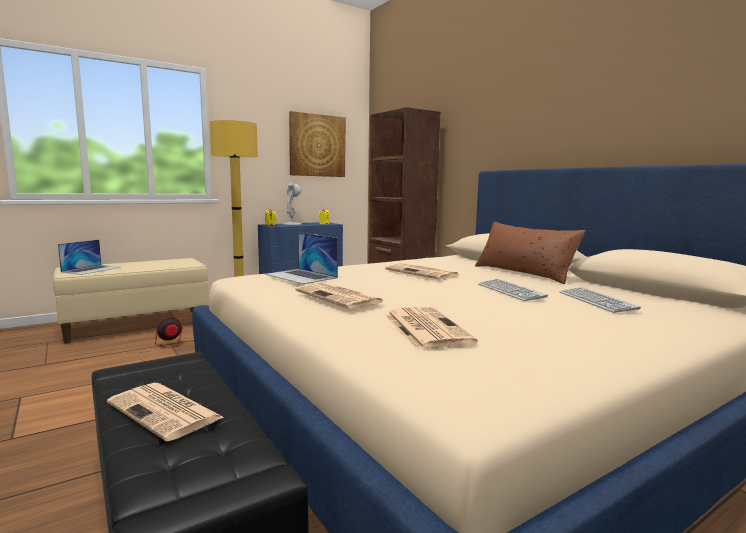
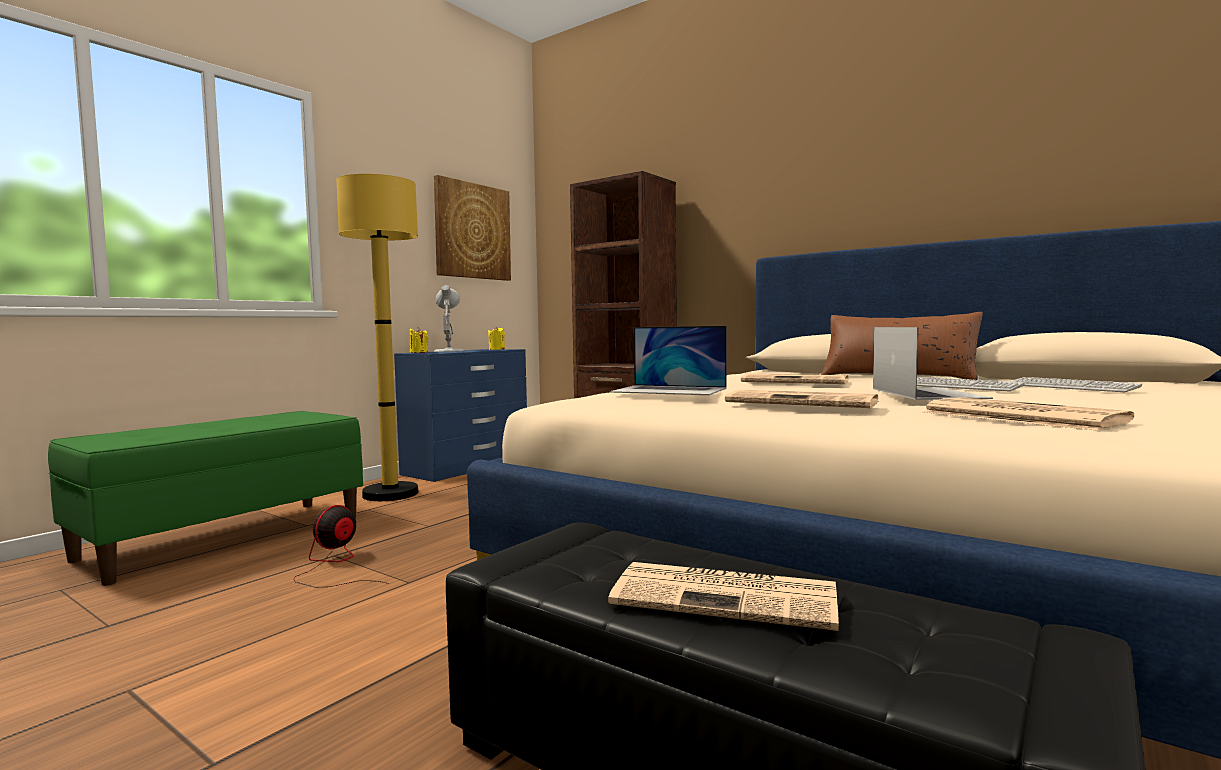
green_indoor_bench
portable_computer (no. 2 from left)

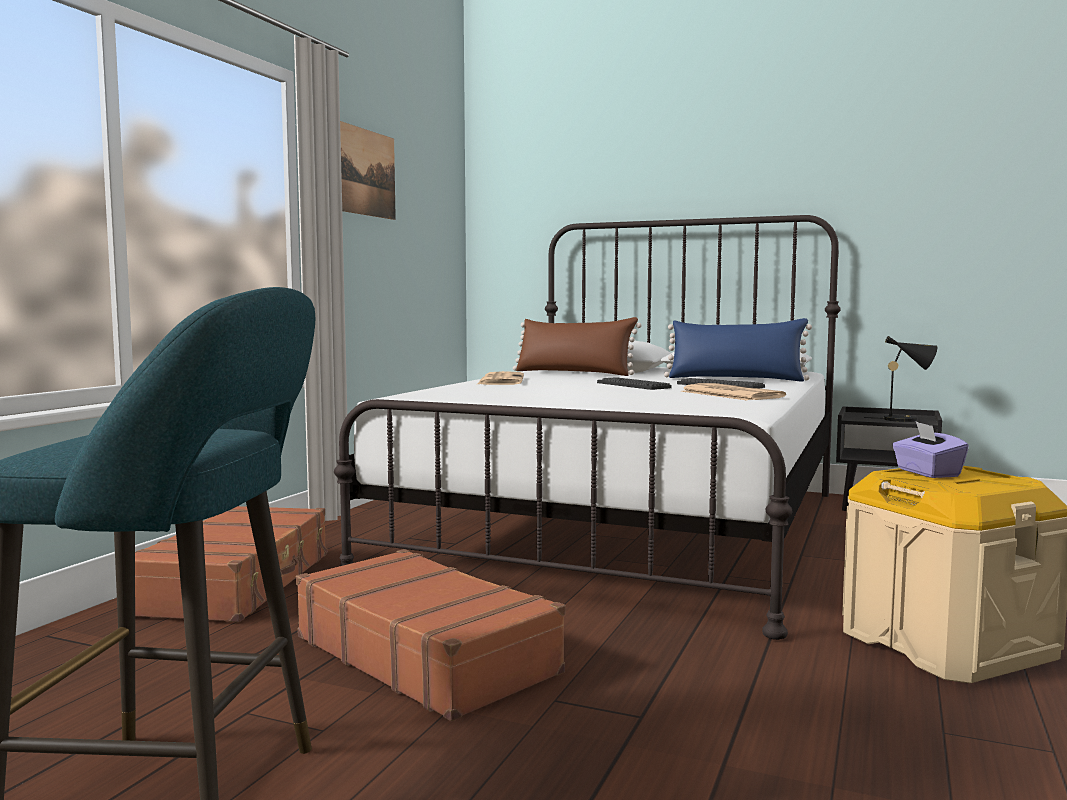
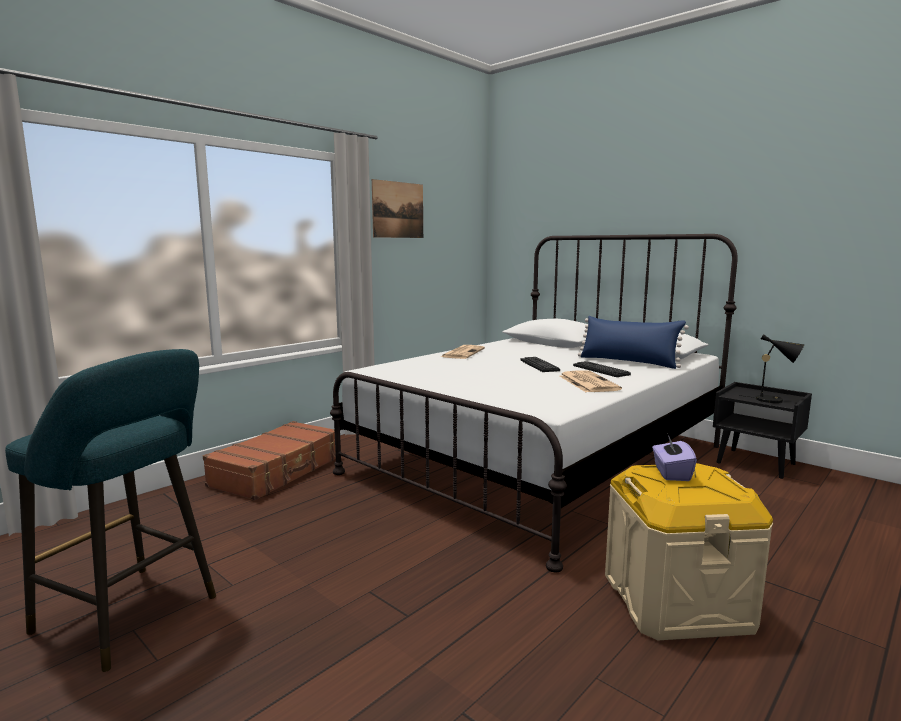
brown_travel_case (no. 2 from left in the first image)
brown_pillow

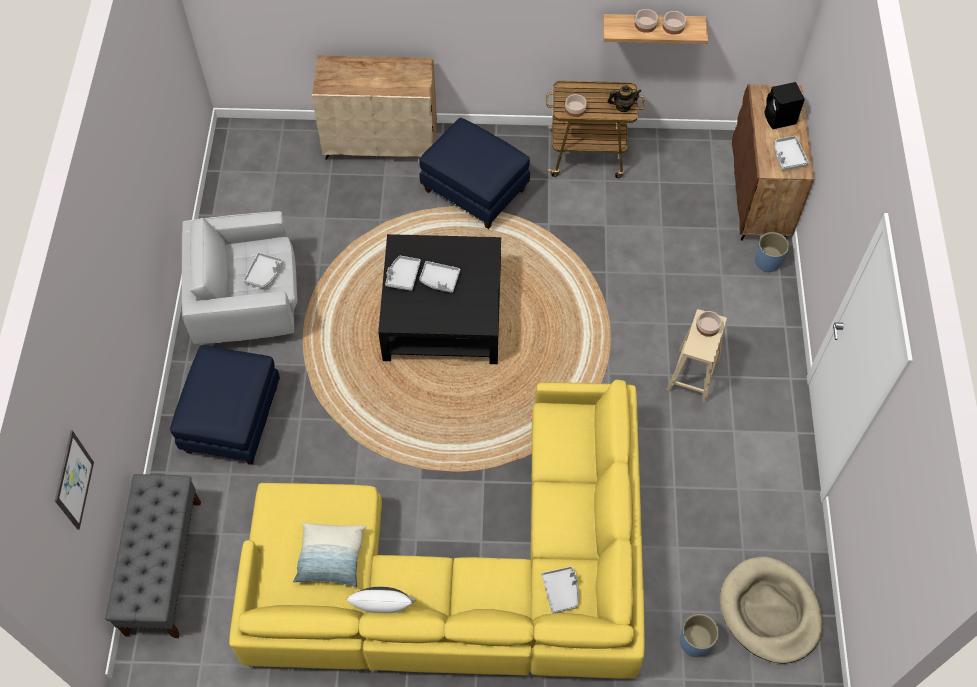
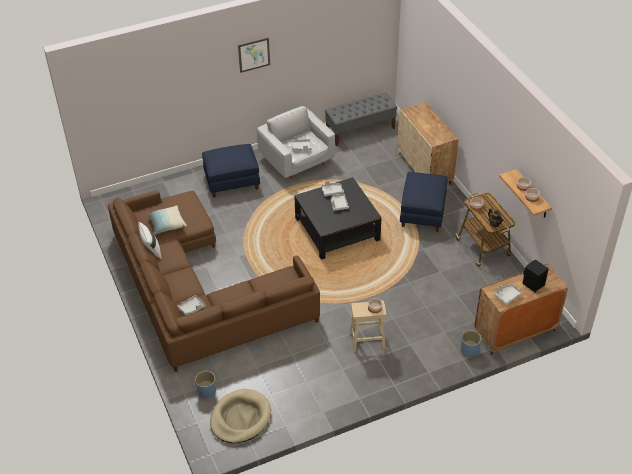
picture
gray_indoor_bench
brown_sofa

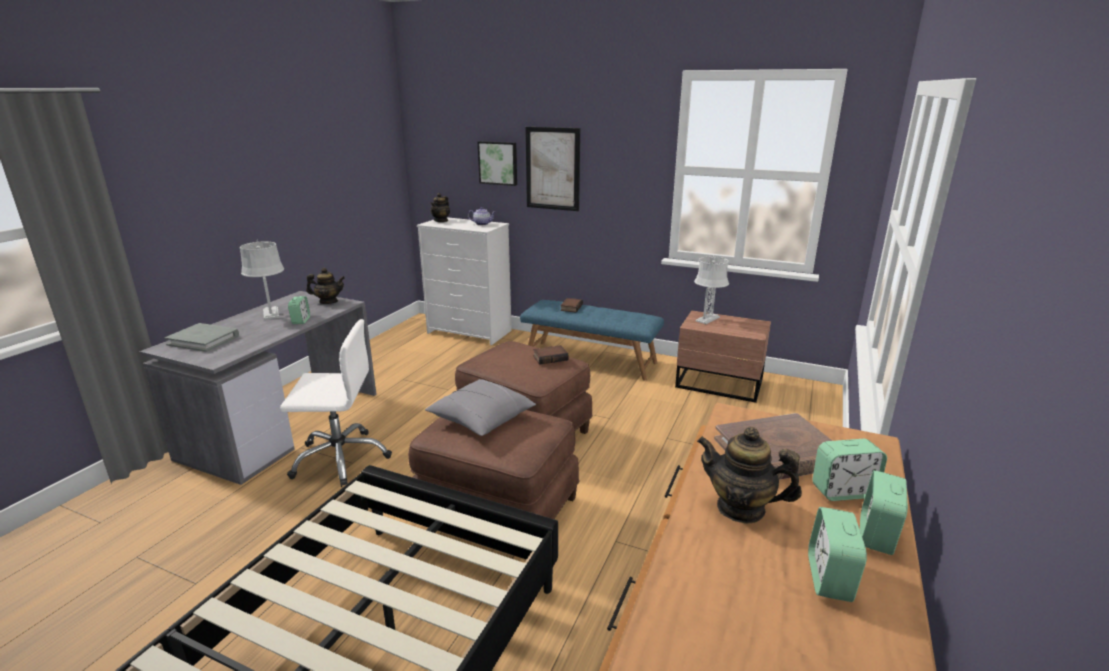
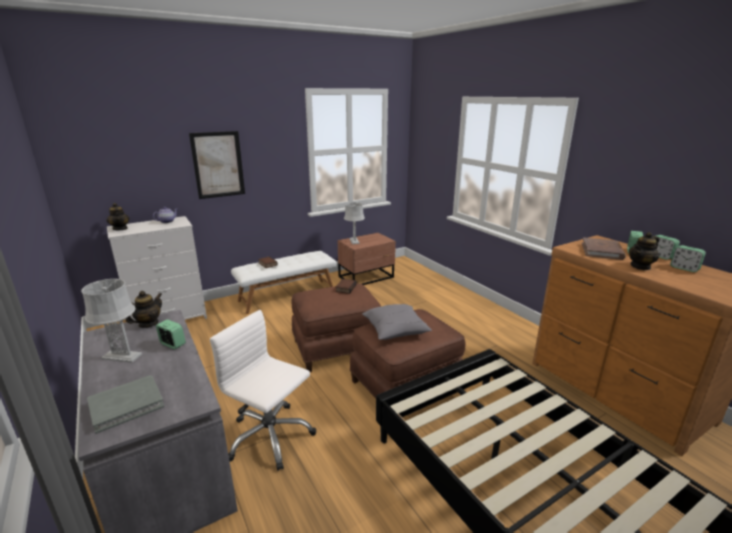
white-coloured_computer_chair
picture (no. 1 from left in the first image)
white-coloured_indoor_bench

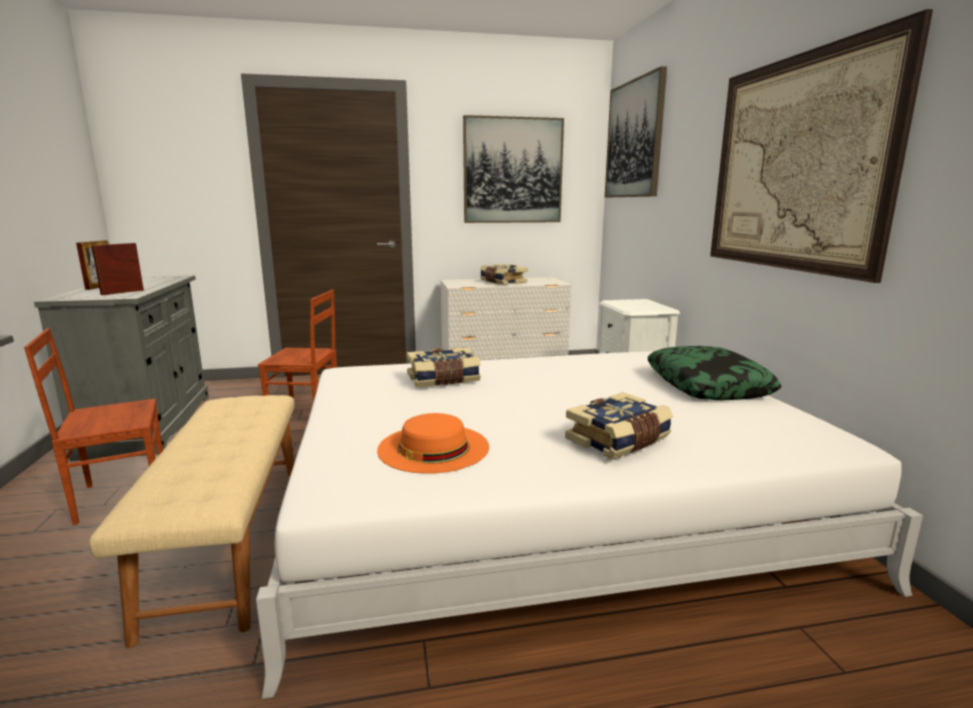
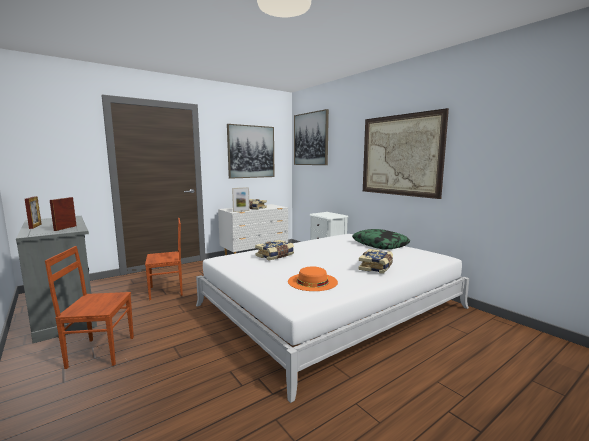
brown_plain_chair (no. 1 from left)
beige-coloured_indoor_bench
standing_frame (no. 3 from left)

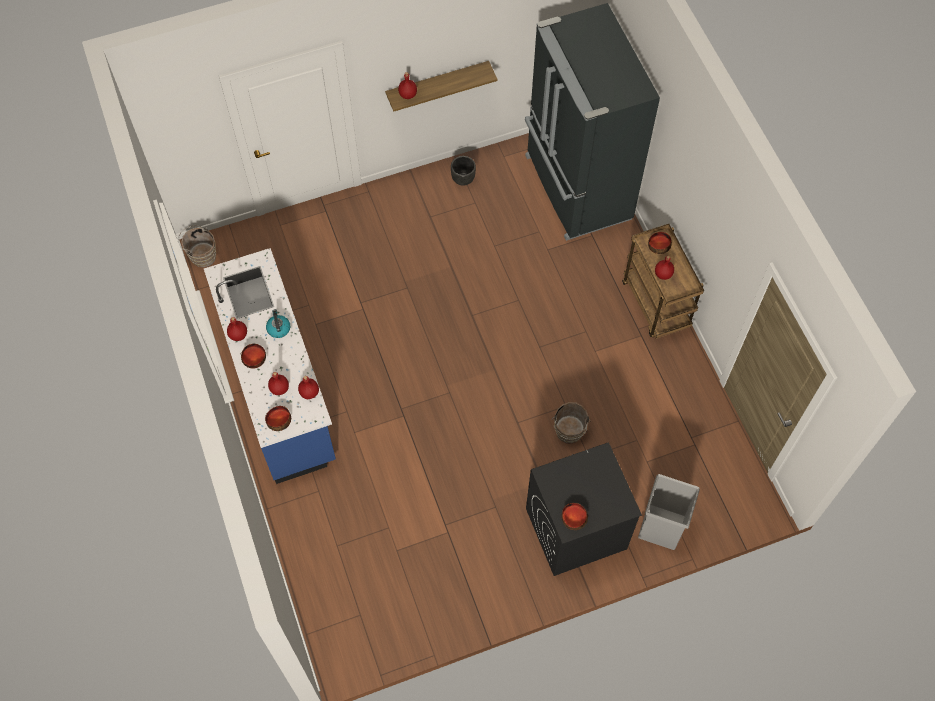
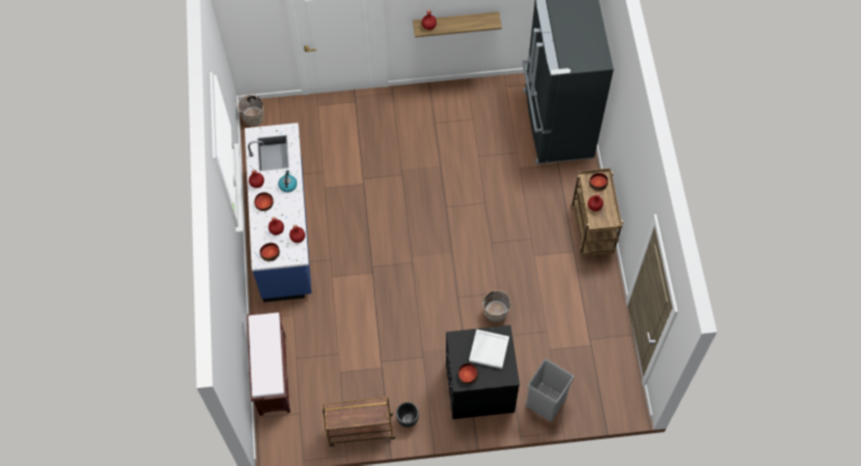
black_planter
brown_indoor_bench
brown_wheeled_cart (no. 1 from left)
white-coloured_serving_tray

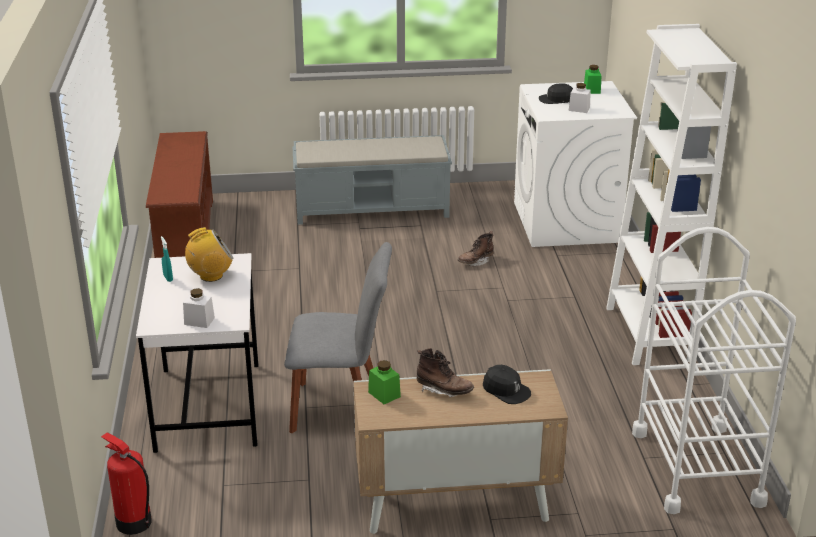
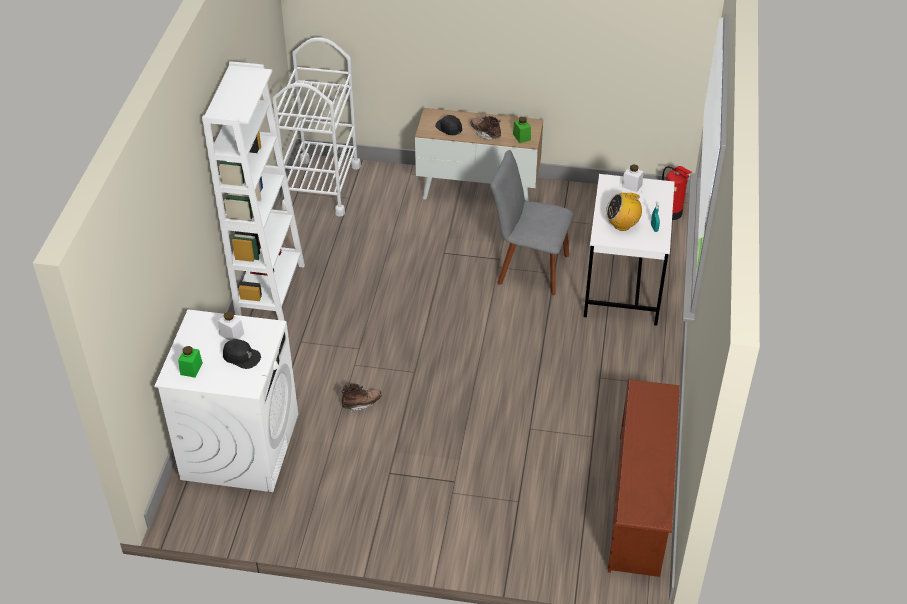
gray_indoor_bench

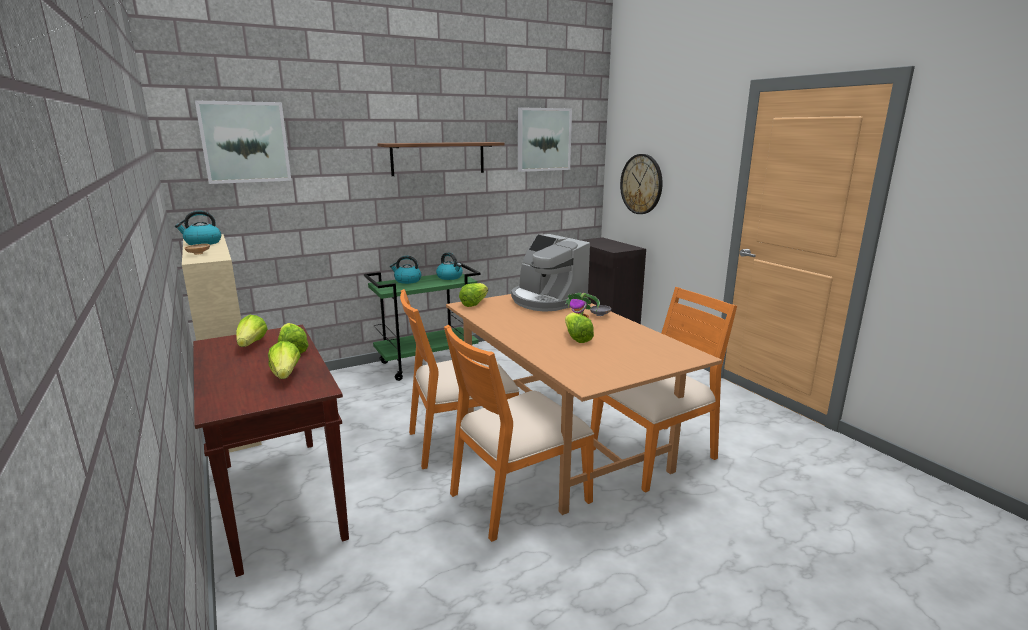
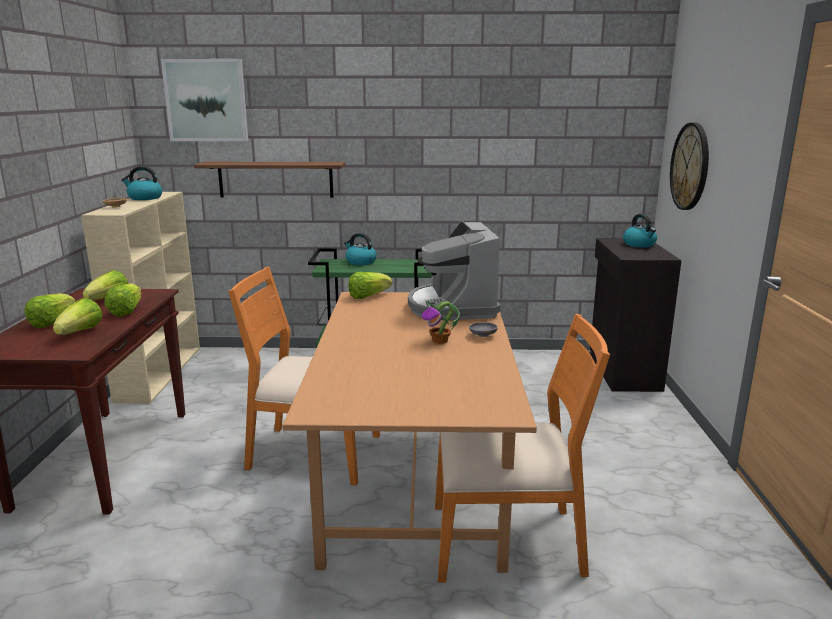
wall_shelf
kettle (no. 3 from left)
orange_plain_chair (no. 2 from left in the first image)
picture (no. 2 from left in the first image)
lettuce_head (no. 1 from left)

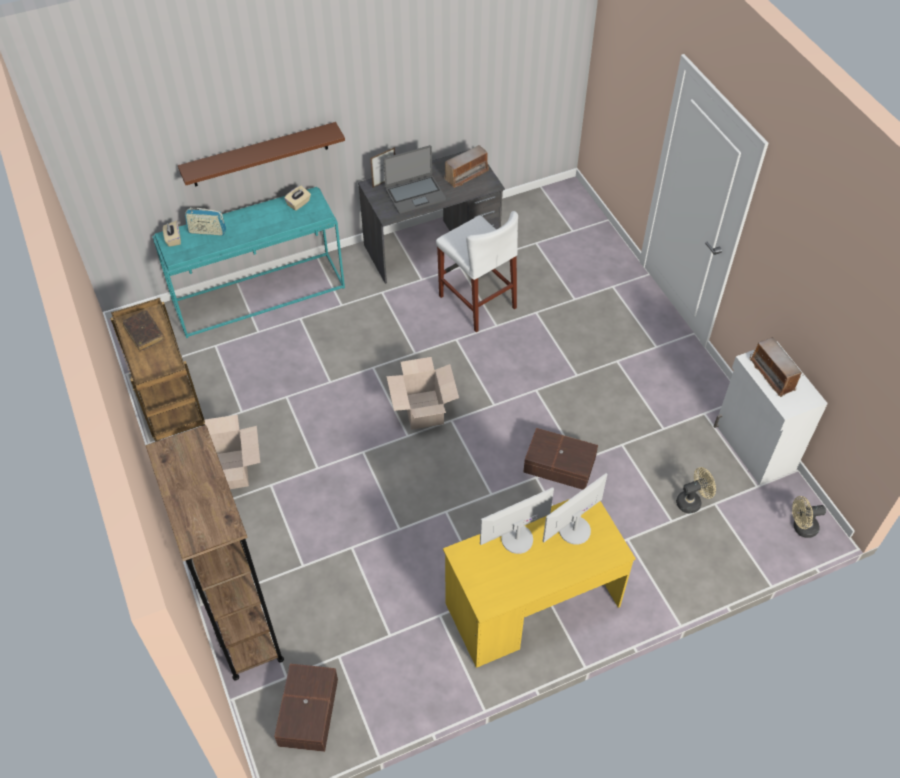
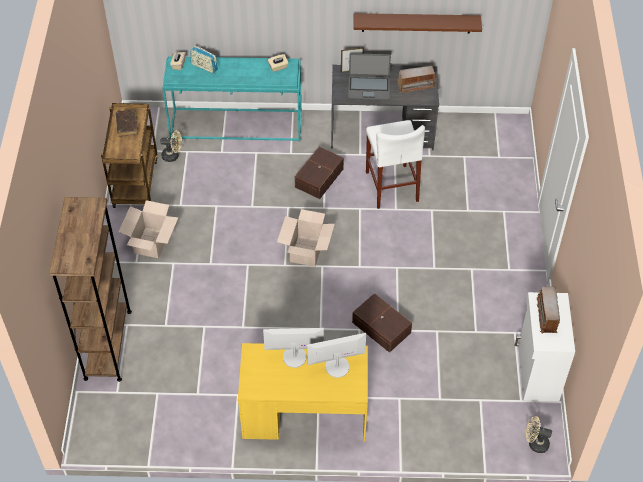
brown_wall_shelf
brown_storage_bin (no. 1 from left)
beige-coloured_electric_fan (no. 1 from left)

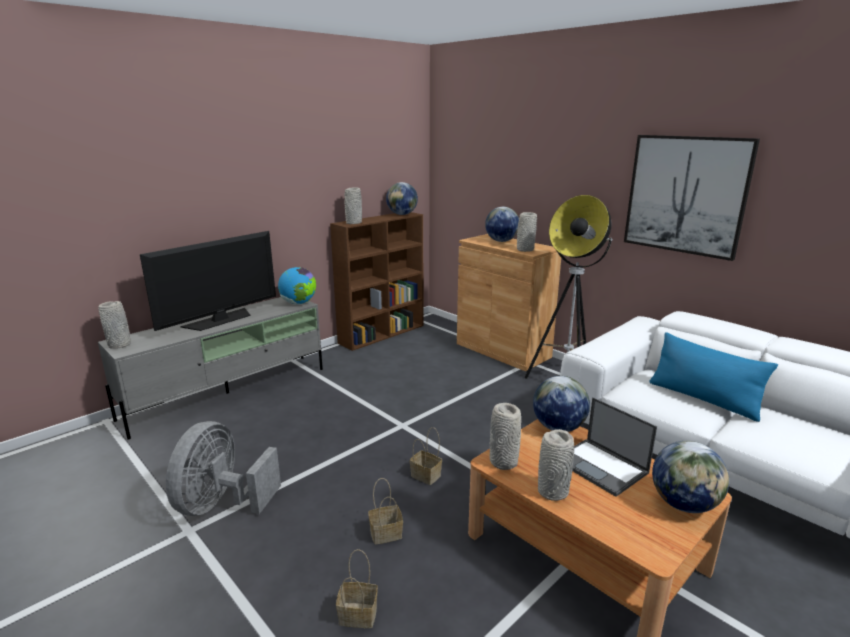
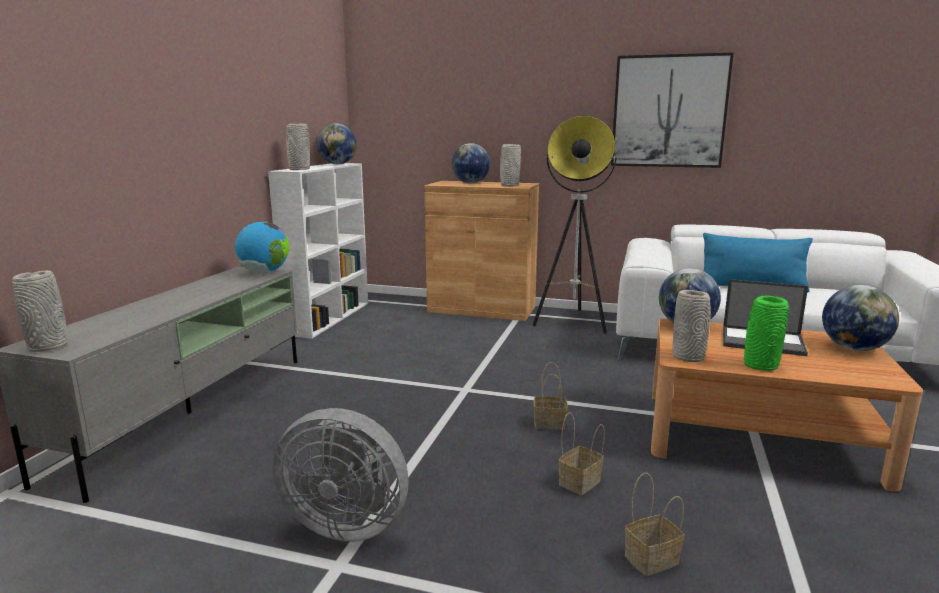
TV
gray_electric_fan
white-coloured_bookshelf
green_vase

